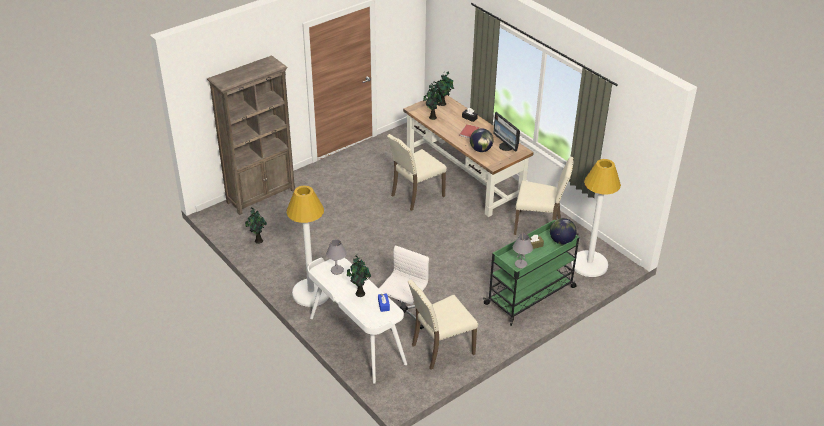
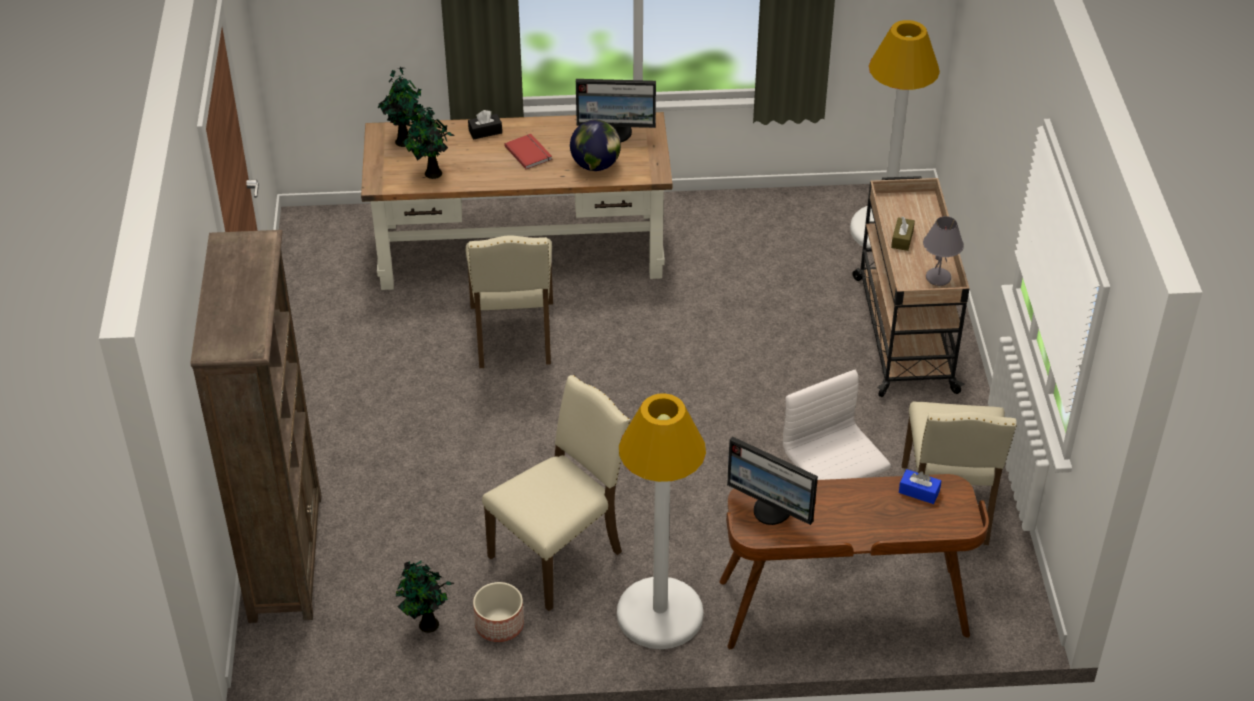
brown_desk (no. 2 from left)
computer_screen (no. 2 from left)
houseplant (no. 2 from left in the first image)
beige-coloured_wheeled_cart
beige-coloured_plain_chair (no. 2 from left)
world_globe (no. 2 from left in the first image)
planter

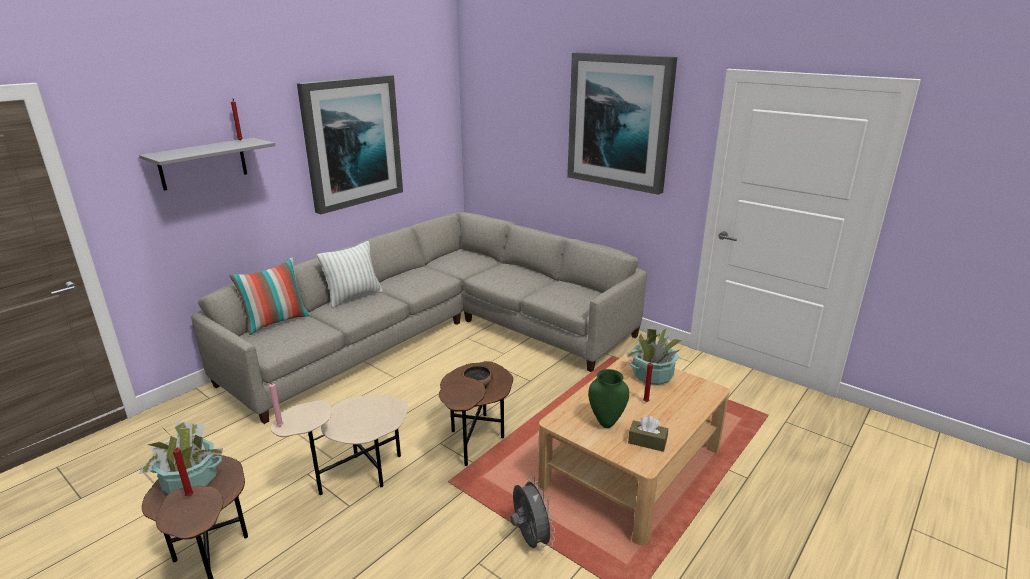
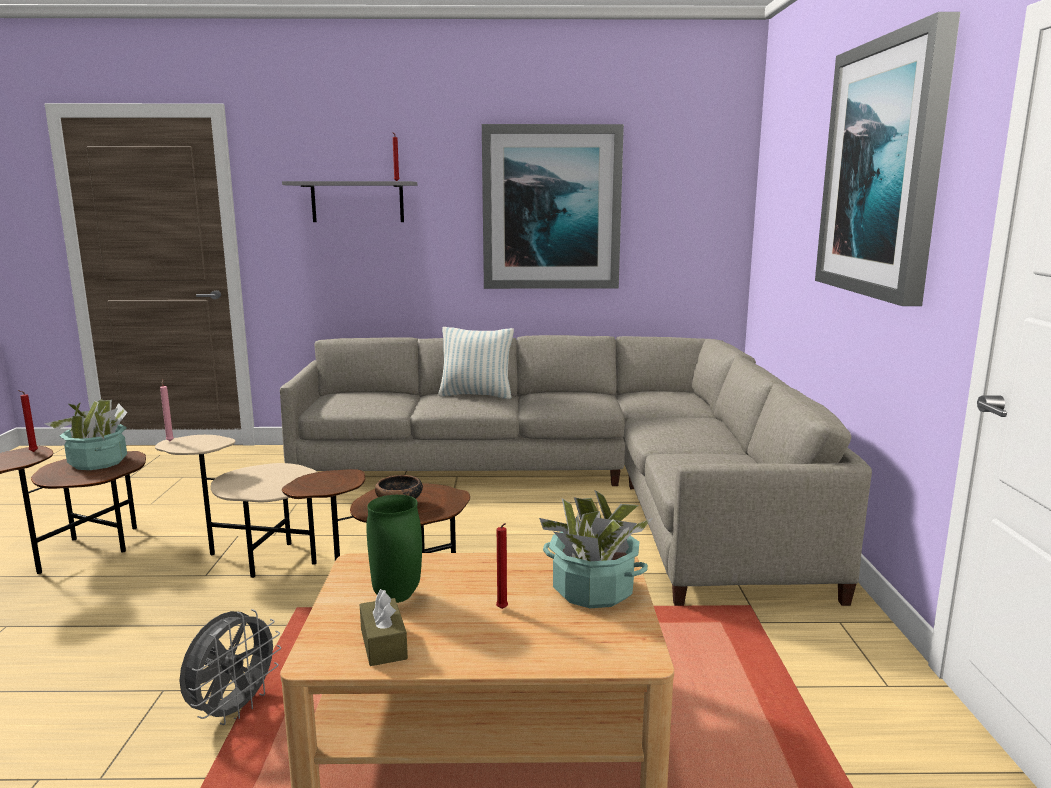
pillow (no. 1 from left in the first image)

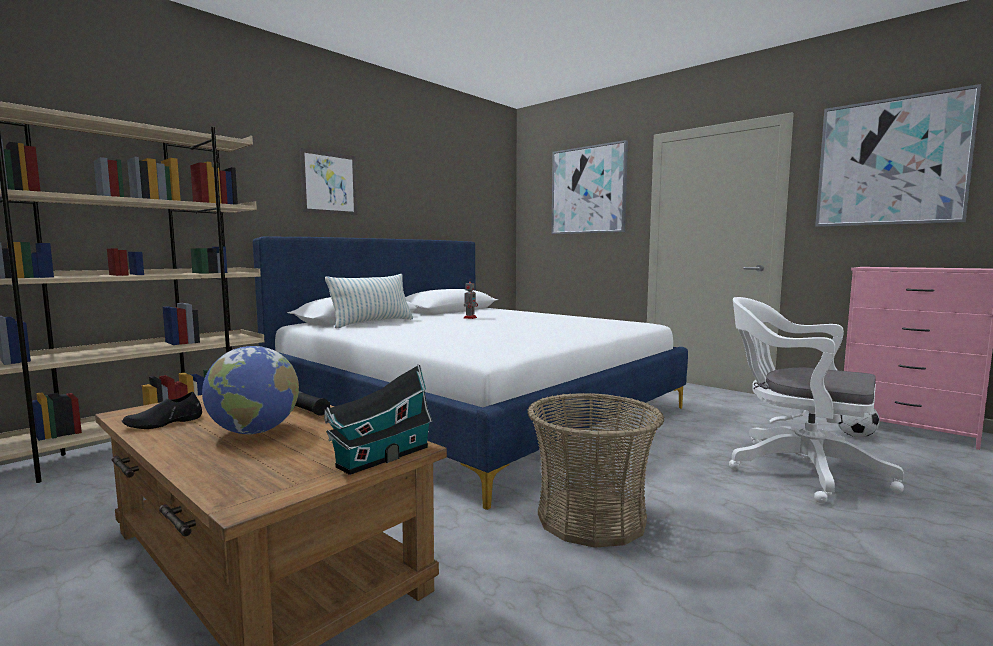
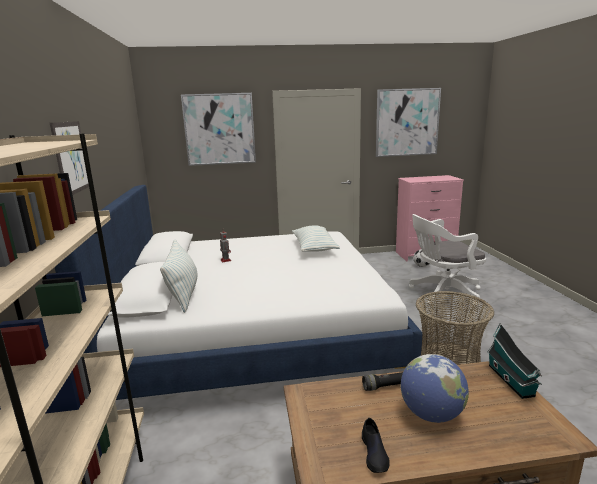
pillow (no. 2 from left)

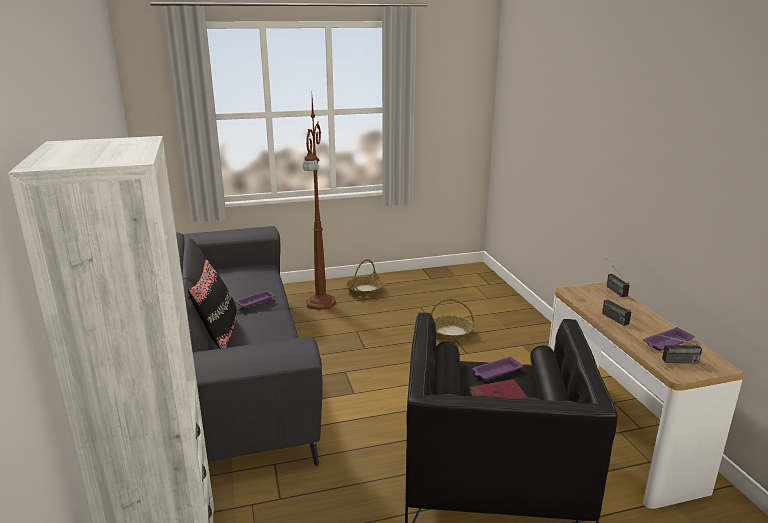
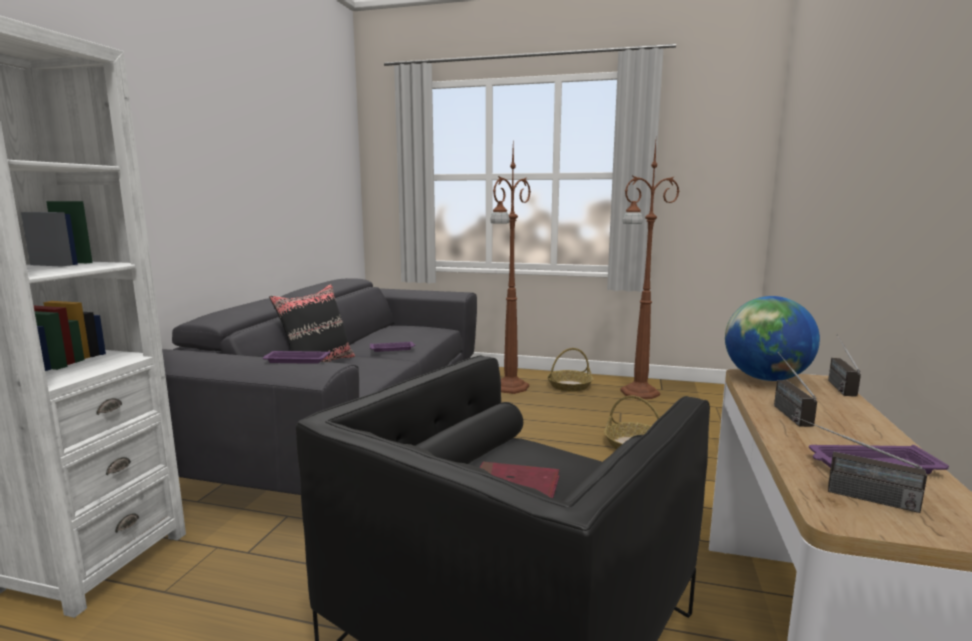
purple-coloured_serving_tray (no. 1 from left)
brown_floor_lamp (no. 2 from left)
world_globe

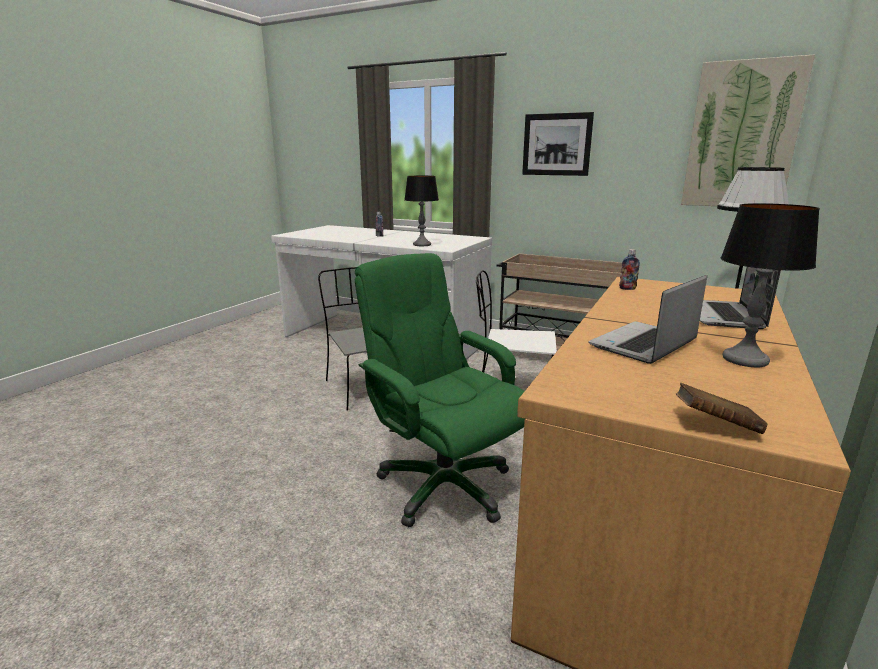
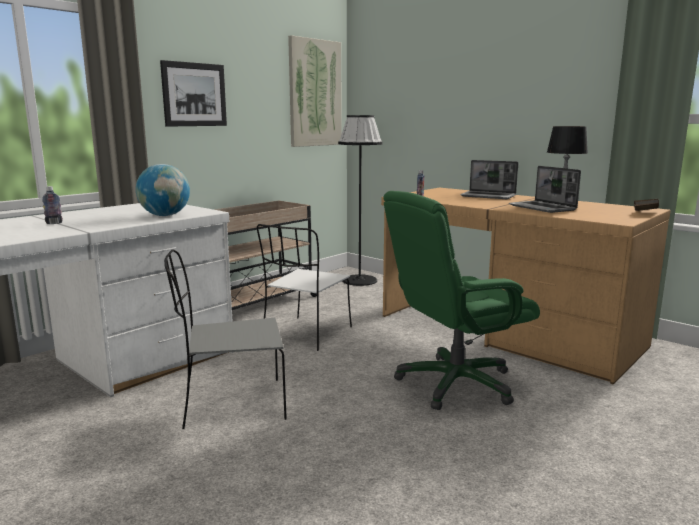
world_globe

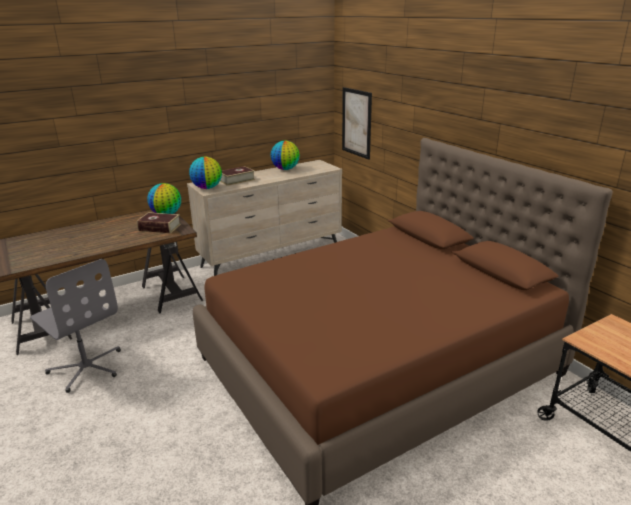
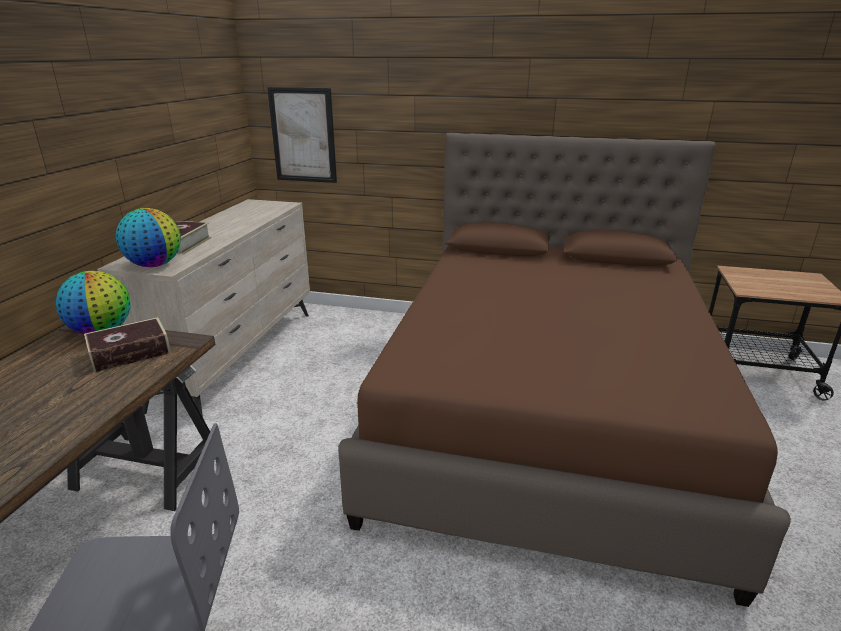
world_globe (no. 3 from left in the first image)

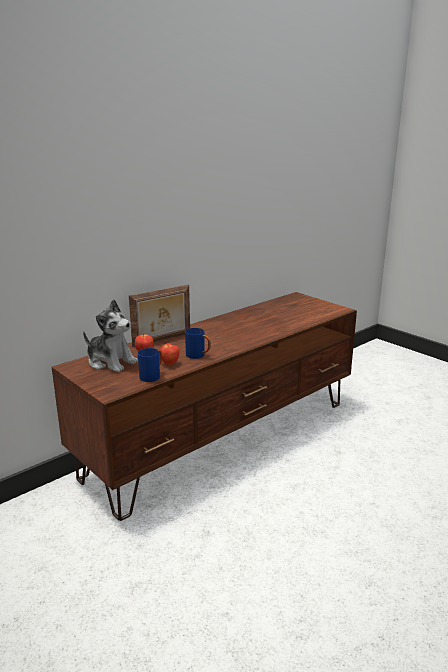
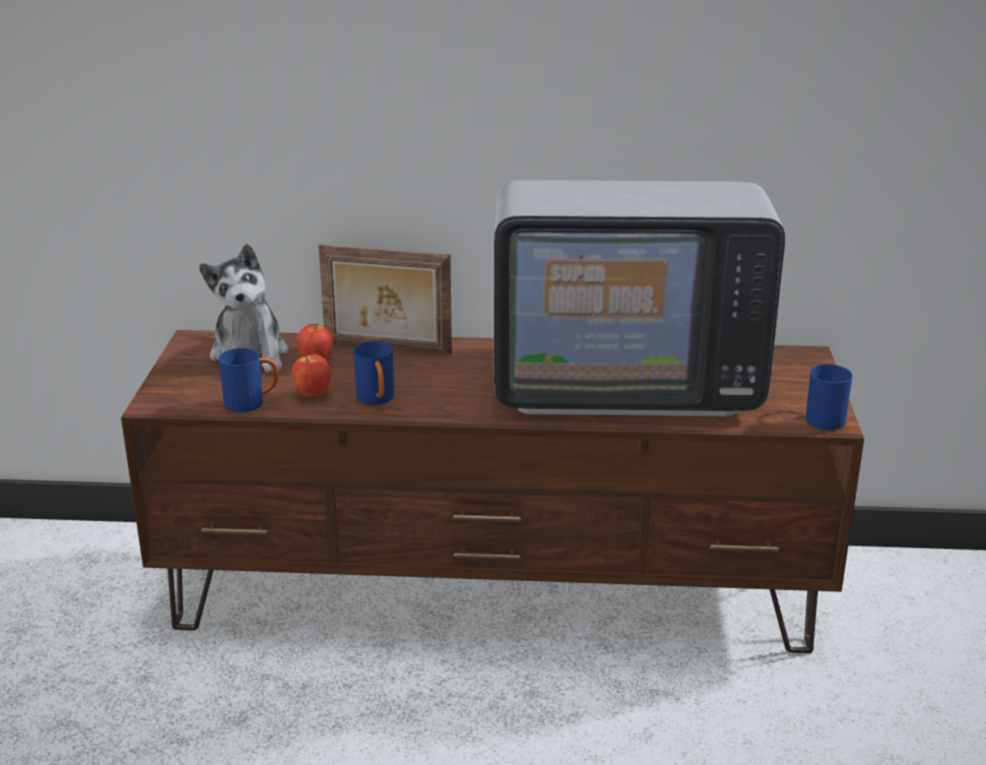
TV
blue-coloured_mug (no. 3 from left)

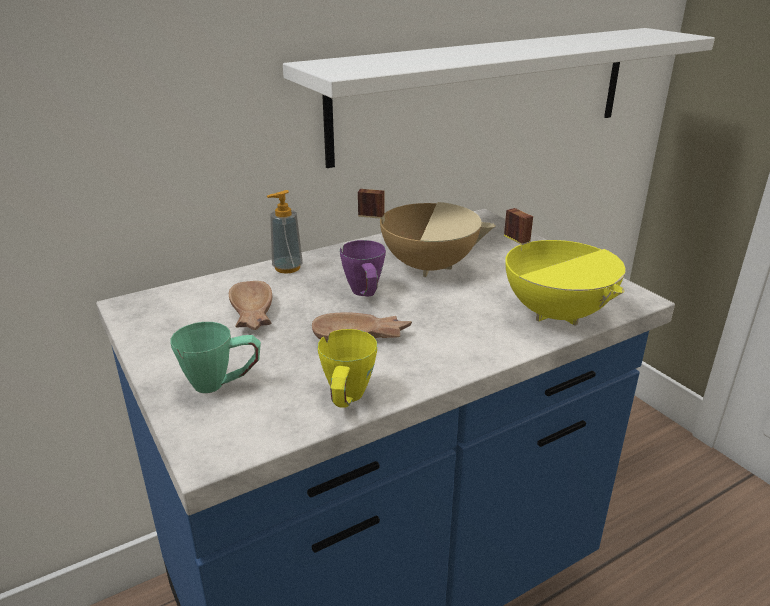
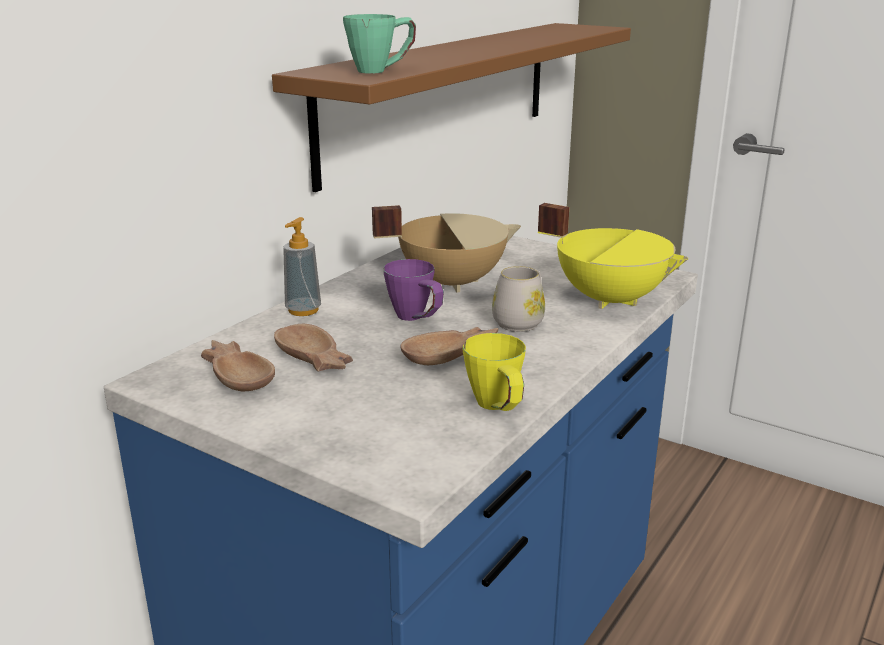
green_mug
brown_wall_shelf
brown_deep_dish (no. 1 from left)
white-coloured_mug

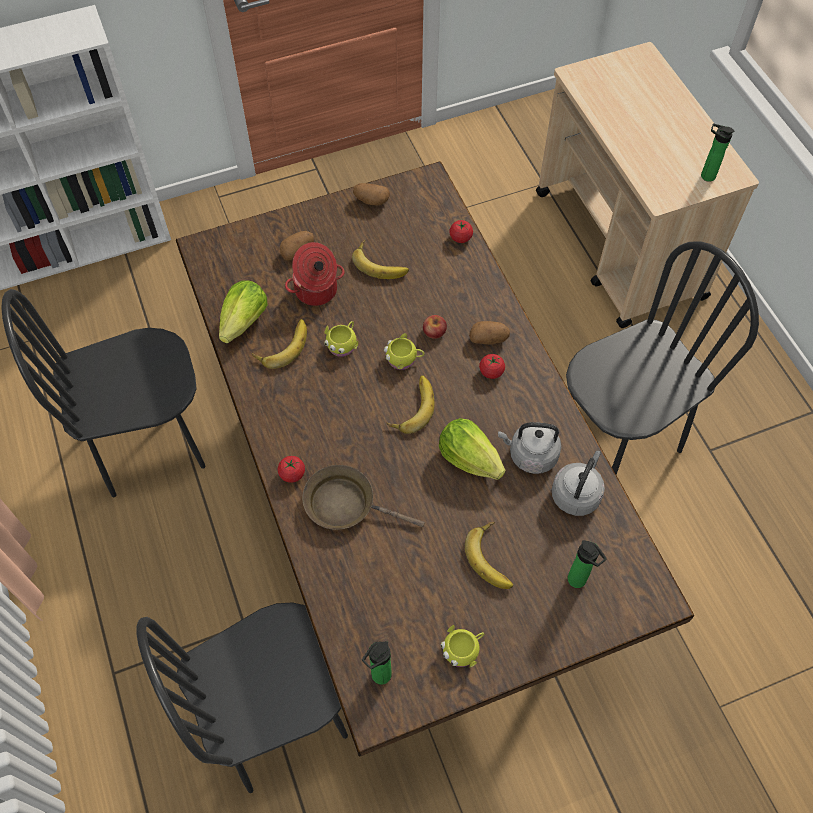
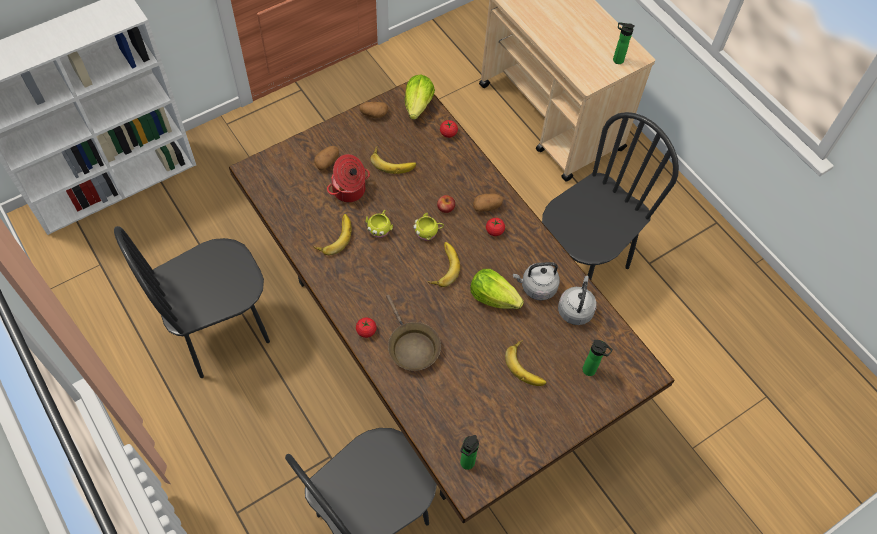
lettuce_head (no. 1 from left)
brown_pan
yellow_mug (no. 3 from left in the first image)

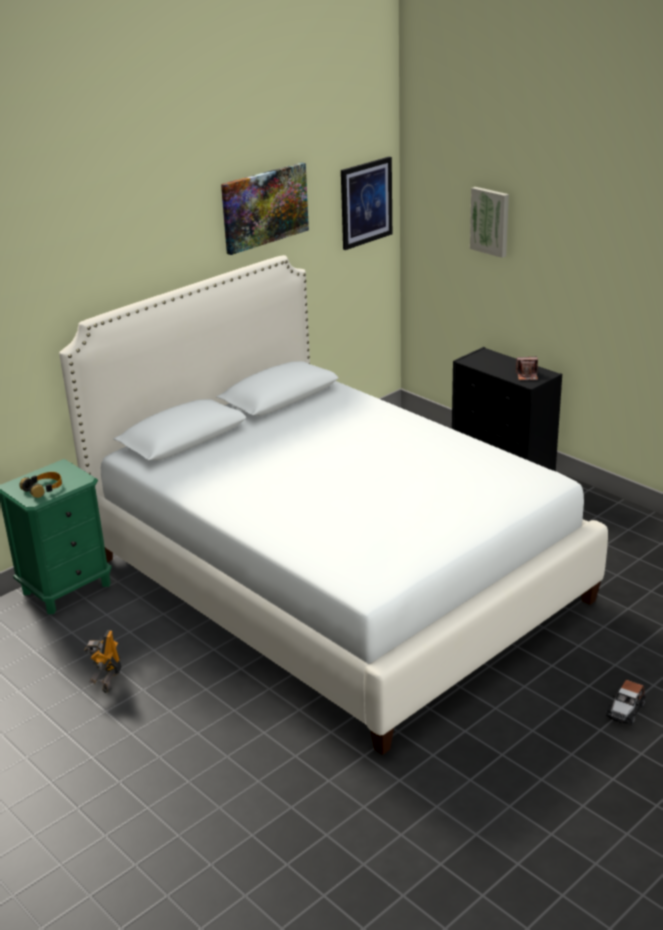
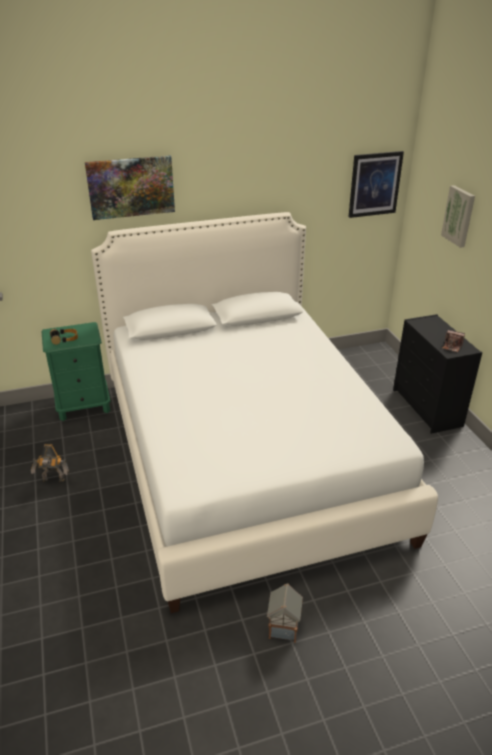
model_robot
picture (no. 1 from left)
model_car
miniature_house

